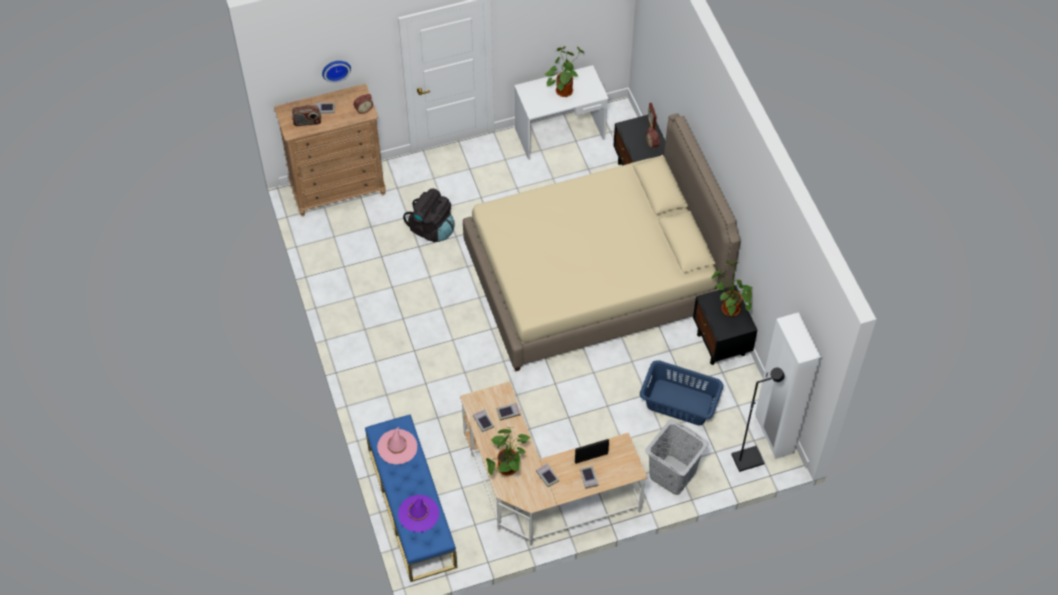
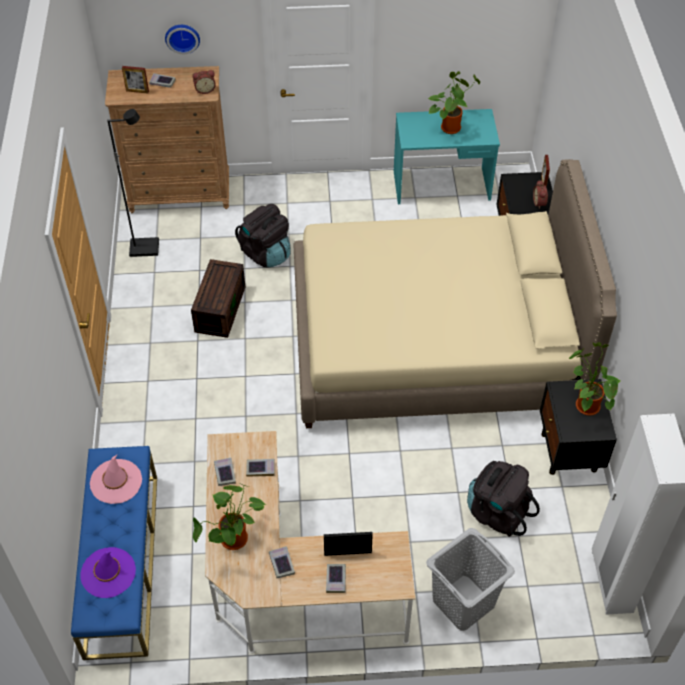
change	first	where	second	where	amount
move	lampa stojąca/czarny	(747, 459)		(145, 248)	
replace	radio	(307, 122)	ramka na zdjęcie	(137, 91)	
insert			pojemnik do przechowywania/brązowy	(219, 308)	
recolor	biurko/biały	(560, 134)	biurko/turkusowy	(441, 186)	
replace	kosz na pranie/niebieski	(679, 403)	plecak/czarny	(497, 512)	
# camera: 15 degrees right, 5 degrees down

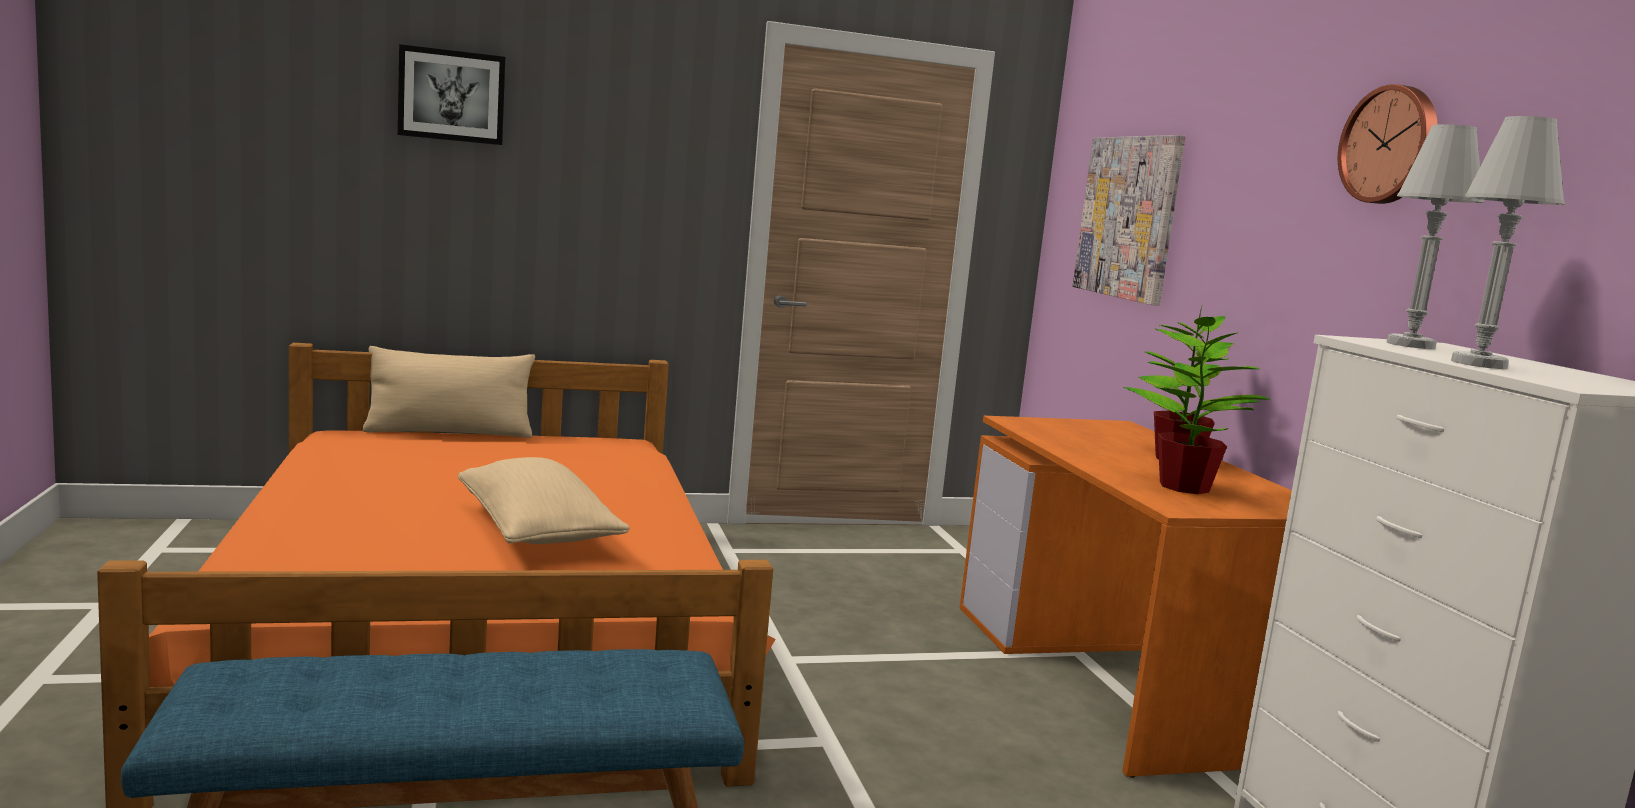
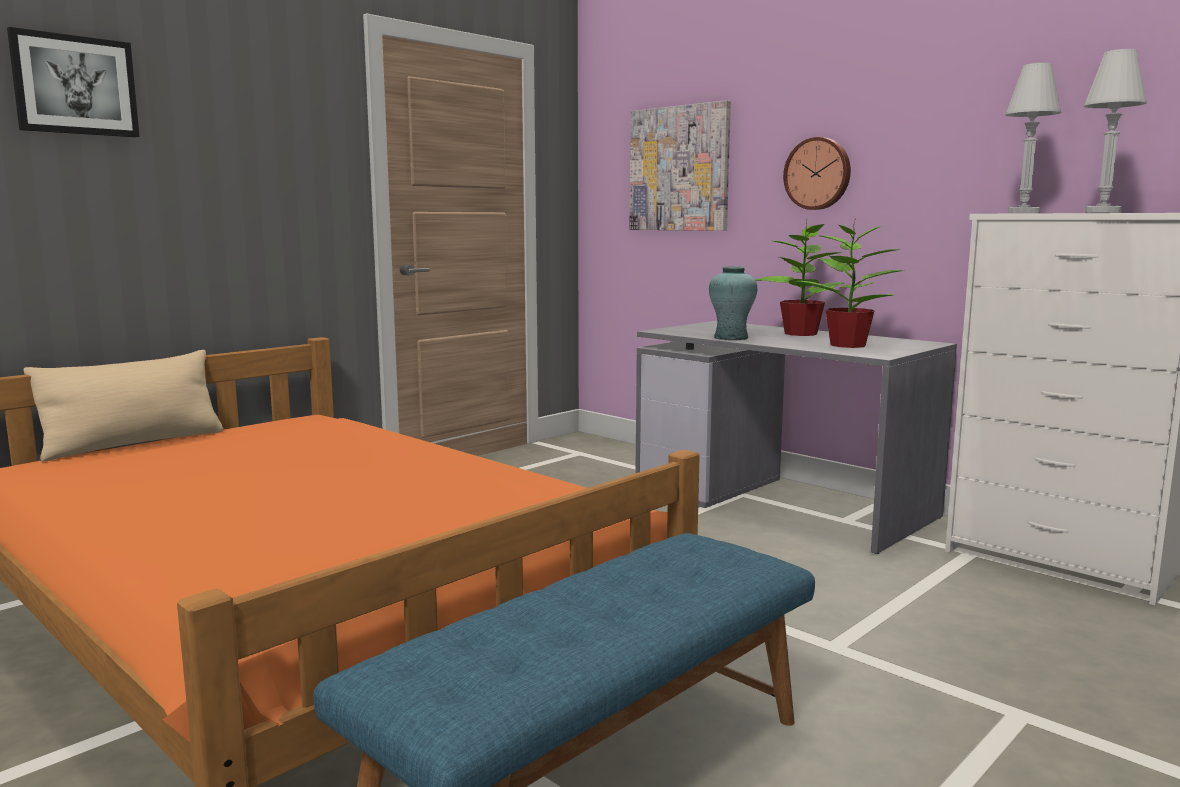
change	first	where	second	where	amount
recolor	biurko/pomarańczowy	(1116, 678)	biurko/szary	(784, 502)	
insert			wazon/turkusowy	(730, 338)	
move	zegar ścienny	(1391, 145)		(818, 174)	
delete	poduszka/beżowy	(537, 532)			
# camera: 30 degrees left, 0 degrees up

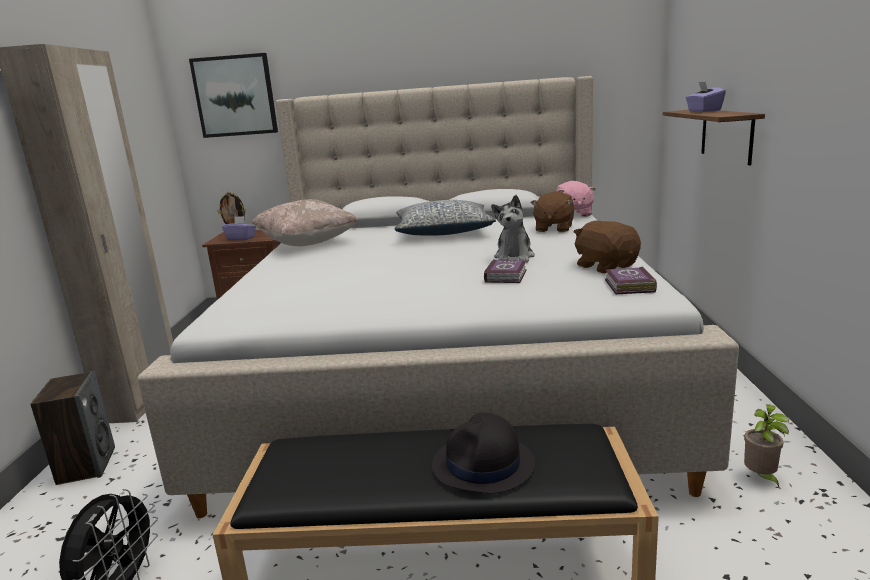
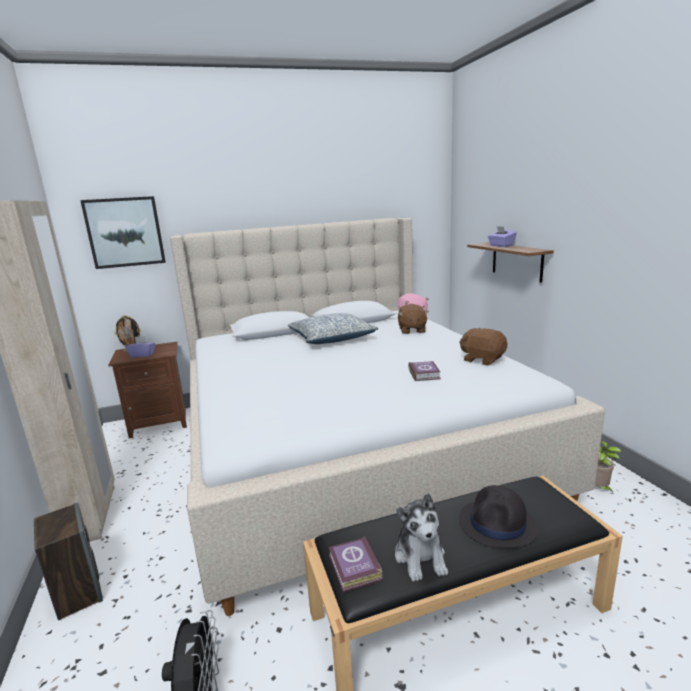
change	first	where	second	where	amount
move	książka	(628, 286)		(354, 569)	
move	pluszak	(514, 257)		(420, 557)	
delete	poduszka/beżowy	(307, 243)			
# camera: 20 degrees left, 0 degrees up

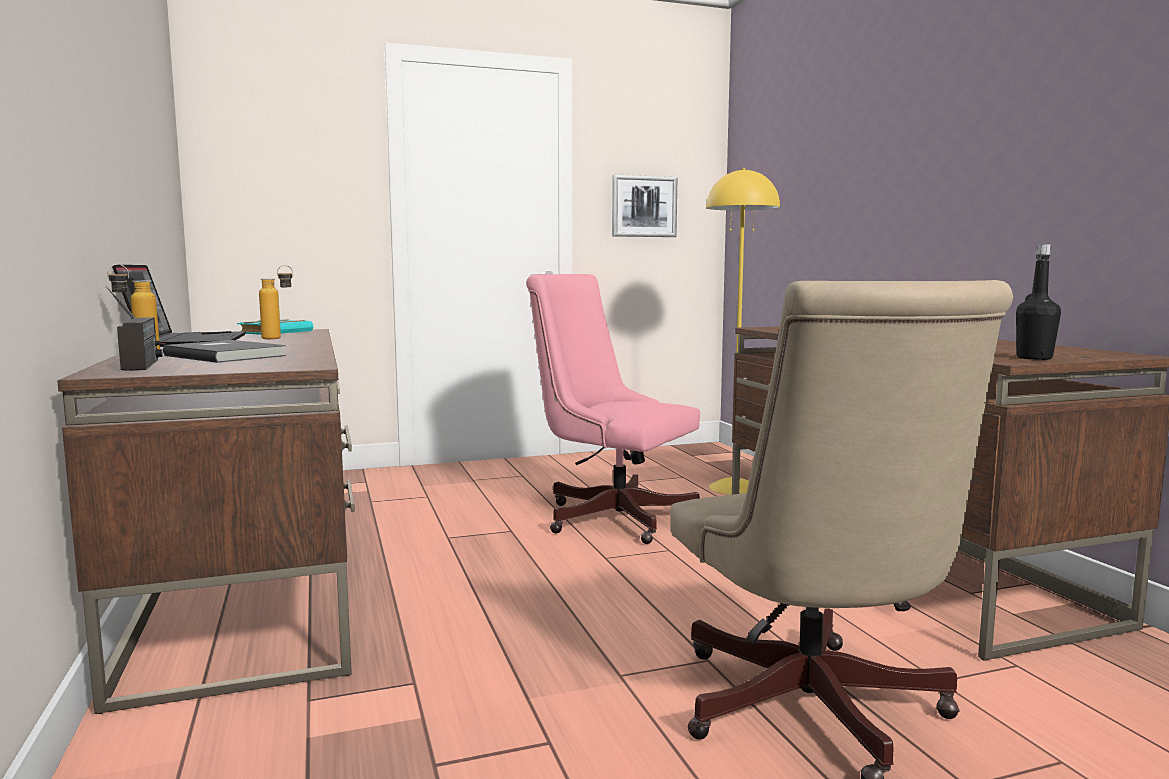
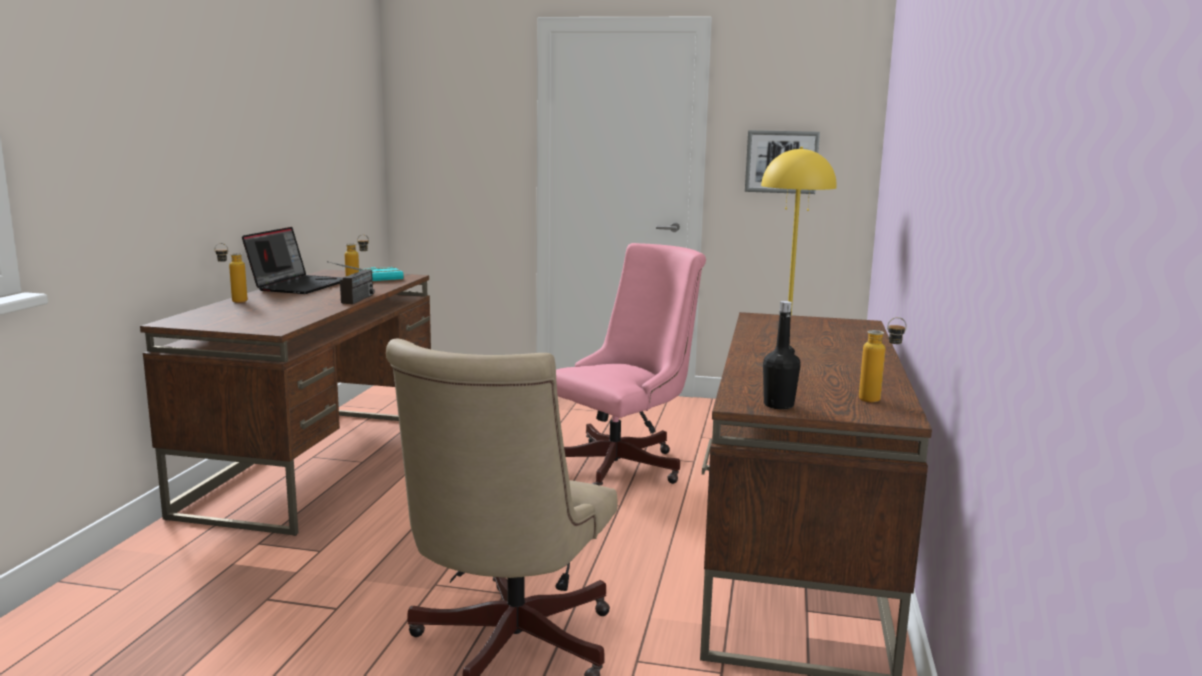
change	first	where	second	where	amount
move	radio	(140, 367)		(353, 301)	
rotate	krzesło biurowe/różowy	(610, 516)		(623, 465)	75 degrees clockwise
insert			butelka	(878, 400)	
delete	książka/szary	(226, 355)			
# camera: 30 degrees right, 5 degrees up

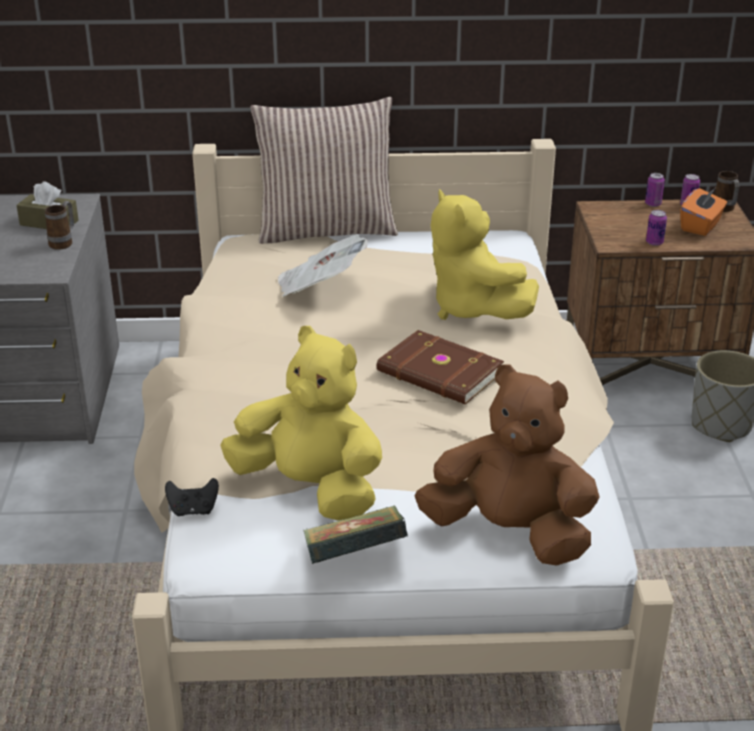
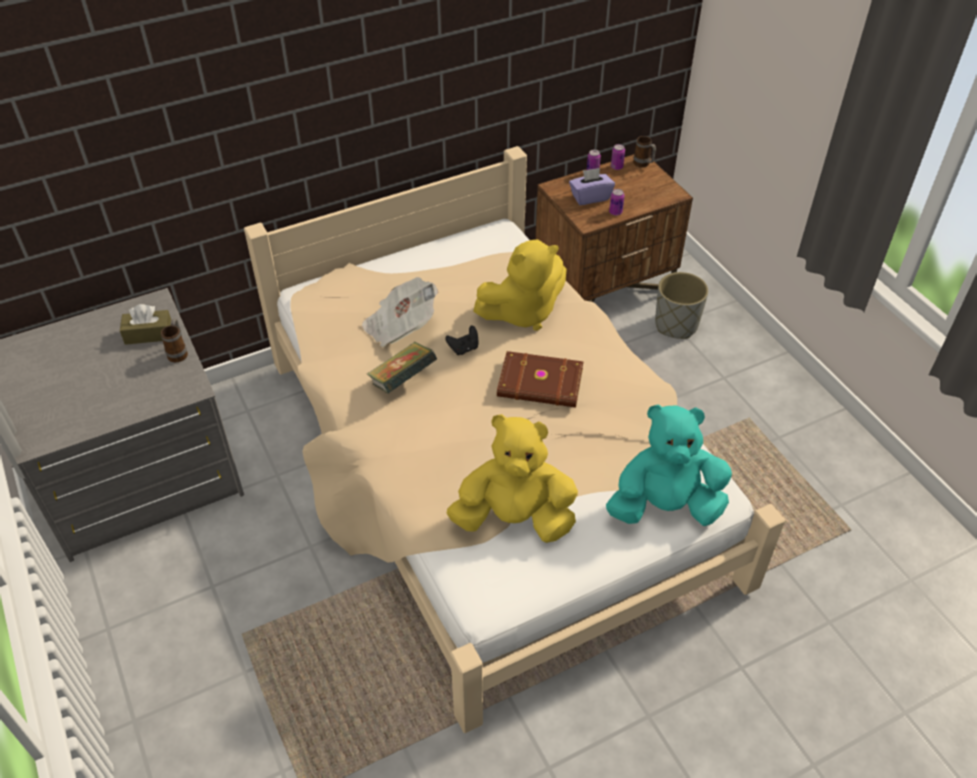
change	first	where	second	where	amount
move	książka	(354, 559)		(403, 381)	
move	pad do gier/czarny	(193, 510)		(464, 348)	
rotate	pluszak/żółty	(472, 308)		(522, 312)	60 degrees counterclockwise
insert			pudełko chusteczek/fioletowy	(590, 197)	
recolor	pluszak/brązowy	(509, 533)	pluszak/turkusowy	(665, 506)	
delete	poduszka	(326, 230)			
delete	pudełko chusteczek/pomarańczowy	(701, 226)			
# camera: 25 degrees left, 15 degrees up

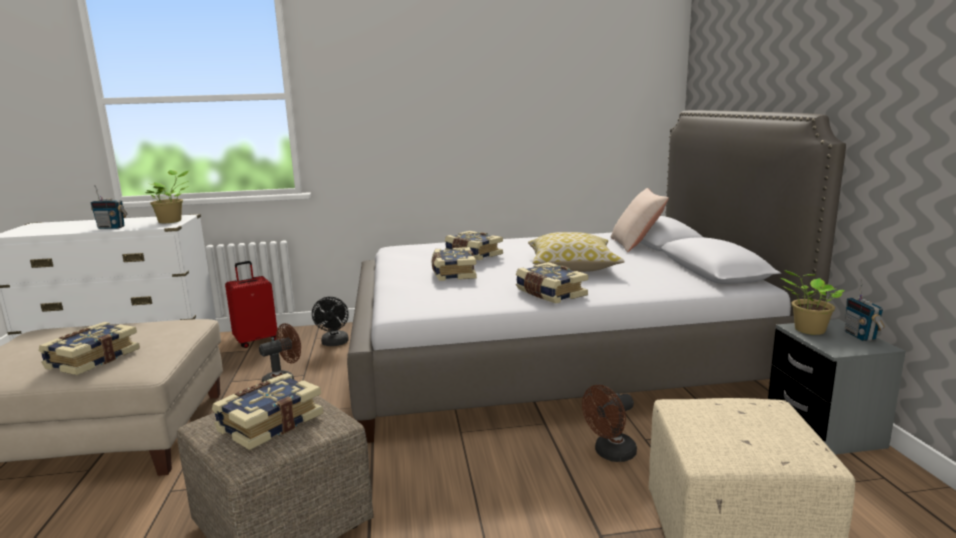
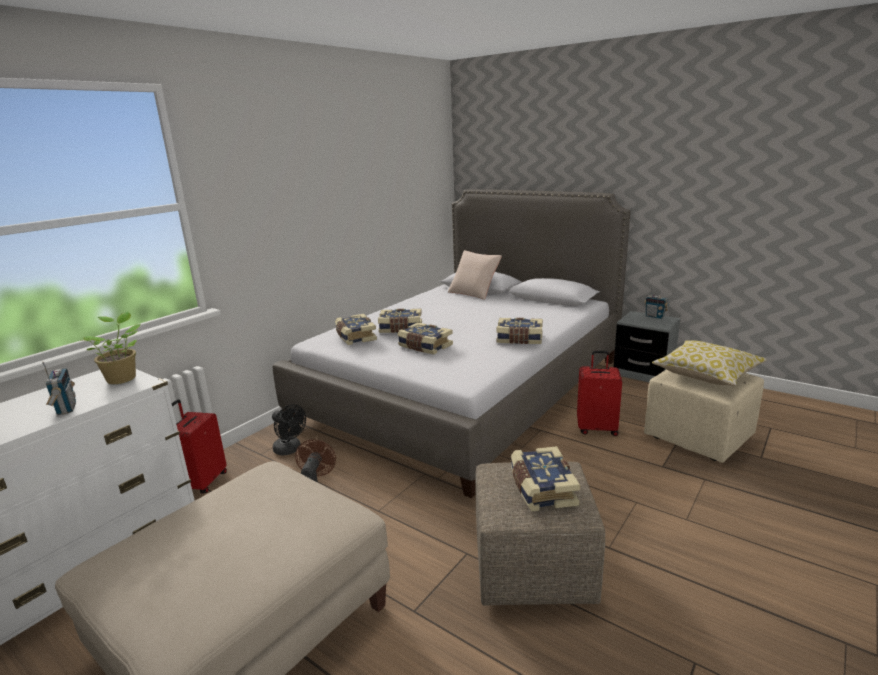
change	first	where	second	where	amount
rotate	radio	(111, 227)		(66, 408)	75 degrees counterclockwise
move	książka	(92, 359)		(355, 337)	
replace	wentylator/brązowy	(610, 454)	walizka/czerwony	(597, 428)	
move	poduszka	(572, 266)		(707, 374)	
delete	roślina doniczkowa	(807, 330)			
# camera: 45 degrees left, 5 degrees up

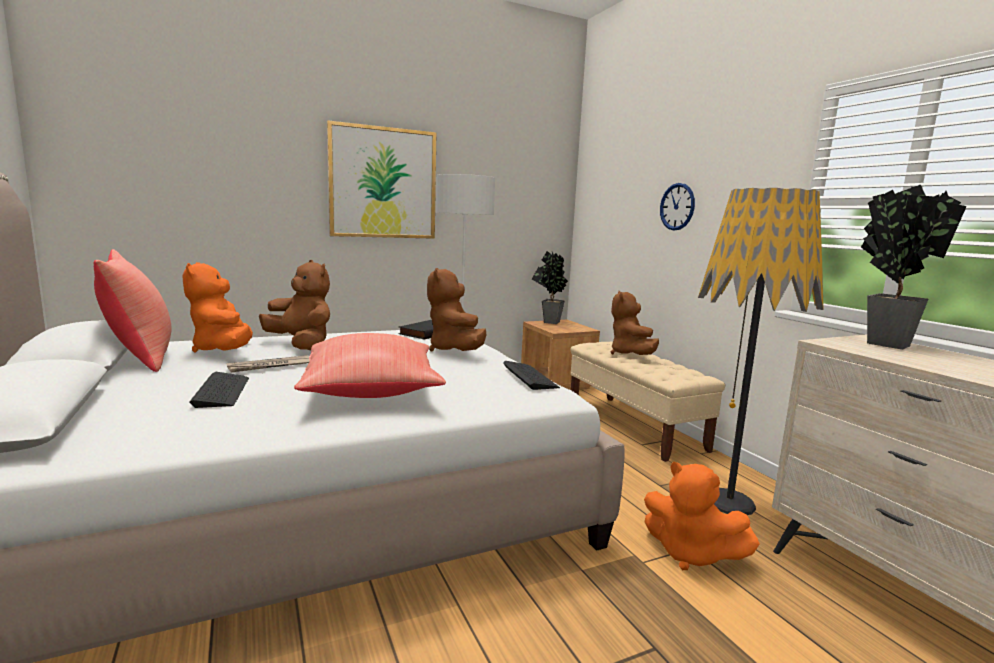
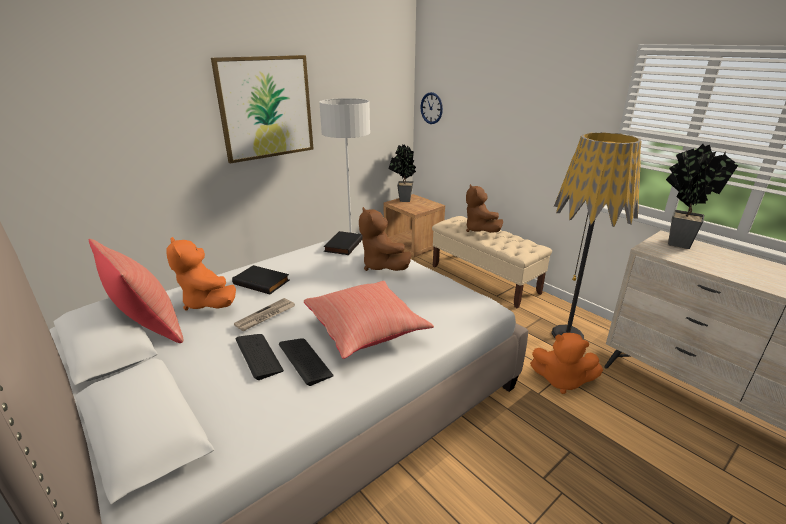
change	first	where	second	where	amount
replace	pluszak/brązowy	(301, 345)	książka/czarny	(262, 282)	
move	klawiatura	(530, 377)		(305, 361)	
move	zegar ścienny	(677, 206)		(431, 108)	
# camera: 15 degrees left, 15 degrees up

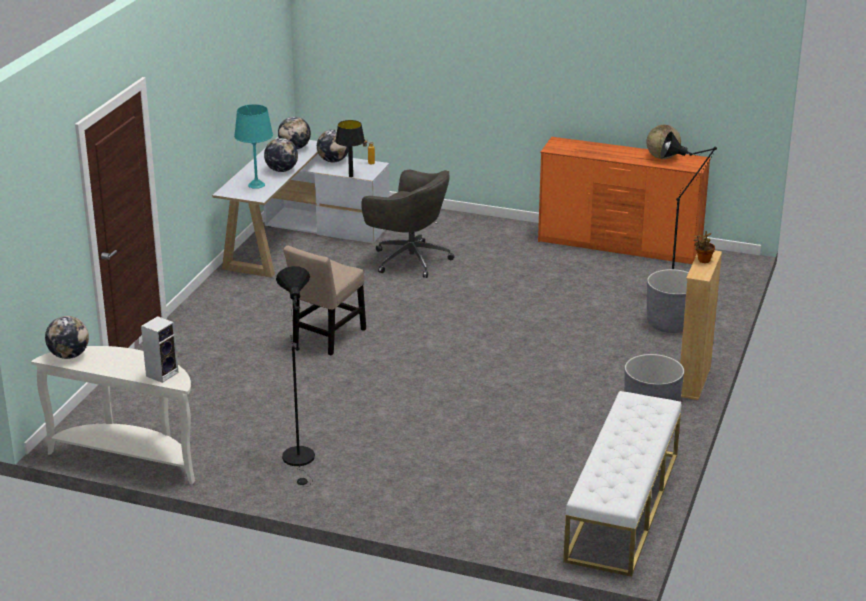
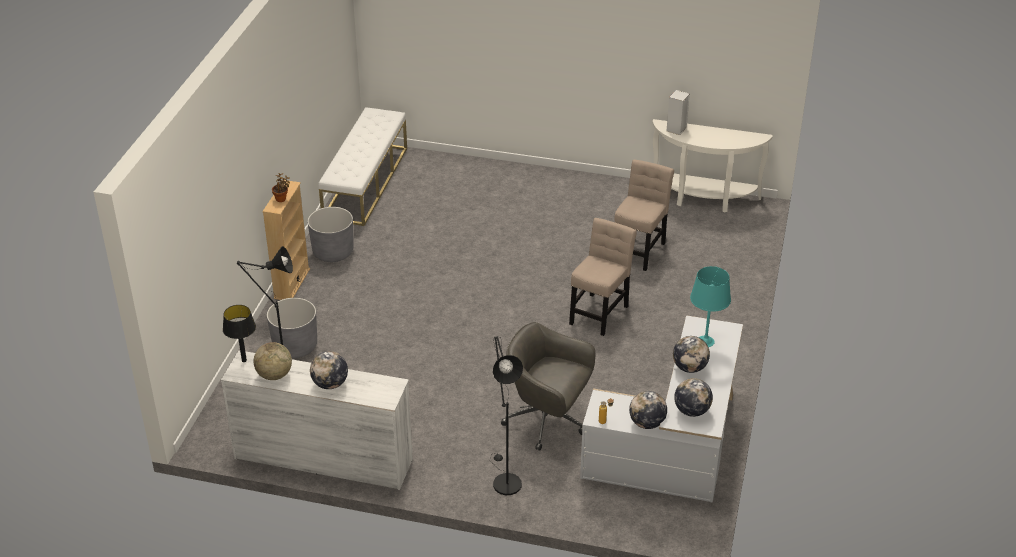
change	first	where	second	where	amount
recolor	komoda/pomarańczowy	(619, 246)	komoda/biały	(323, 458)	
move	lampa stołowa/czarny	(351, 176)		(244, 360)	
move	globus	(69, 355)		(330, 384)	
move	lampa stojąca/czarny	(300, 460)		(504, 480)	
insert			krzesło/beżowy	(639, 250)	
# camera: 175 degrees right, 10 degrees up

